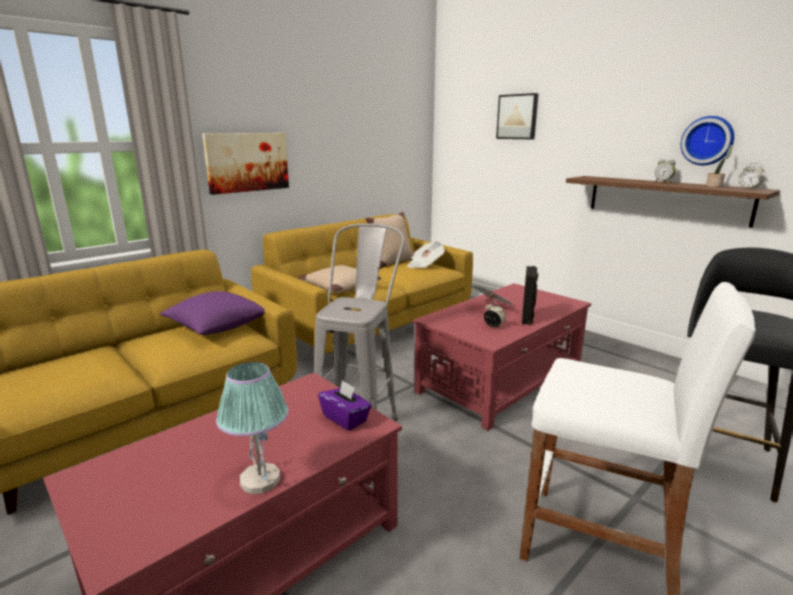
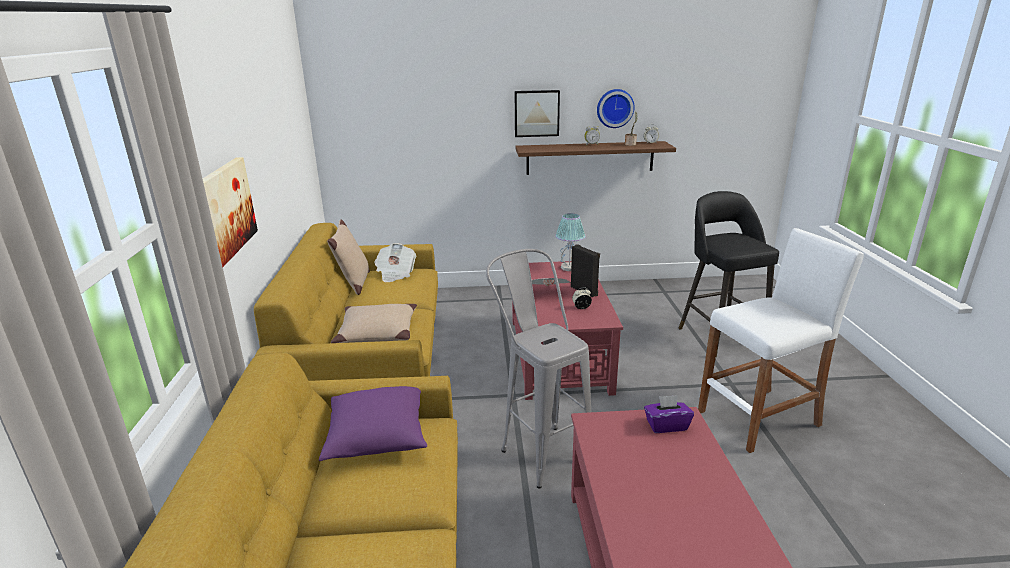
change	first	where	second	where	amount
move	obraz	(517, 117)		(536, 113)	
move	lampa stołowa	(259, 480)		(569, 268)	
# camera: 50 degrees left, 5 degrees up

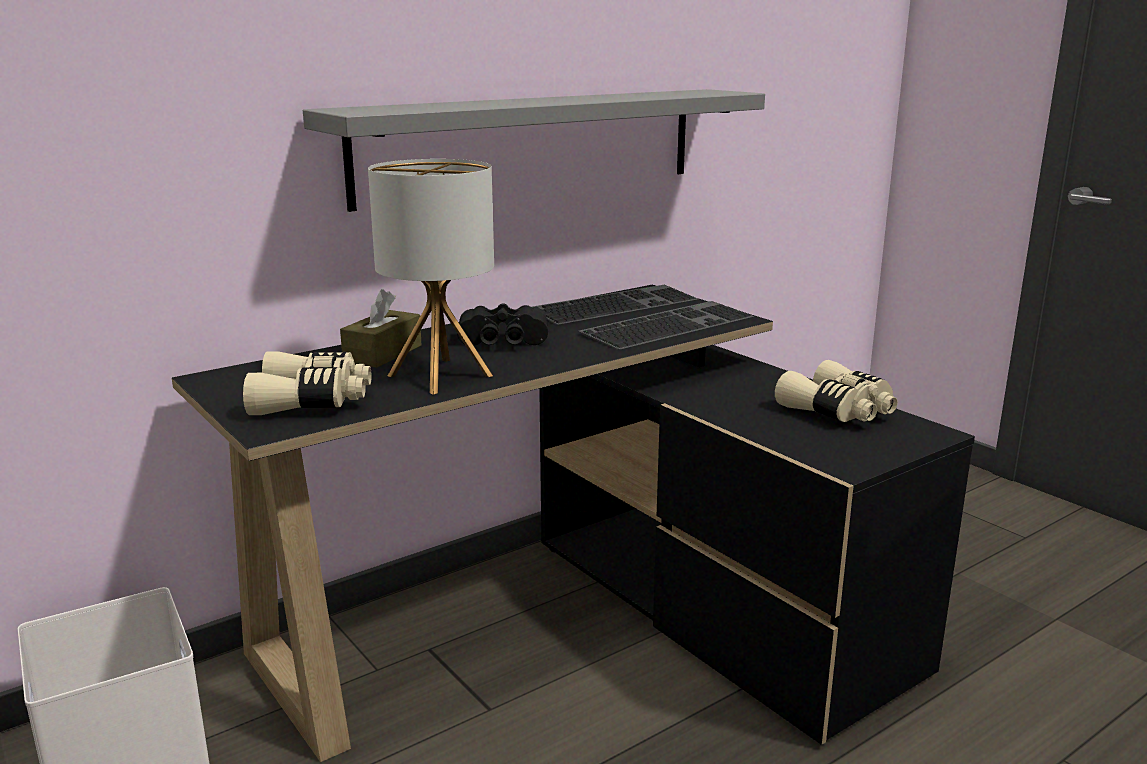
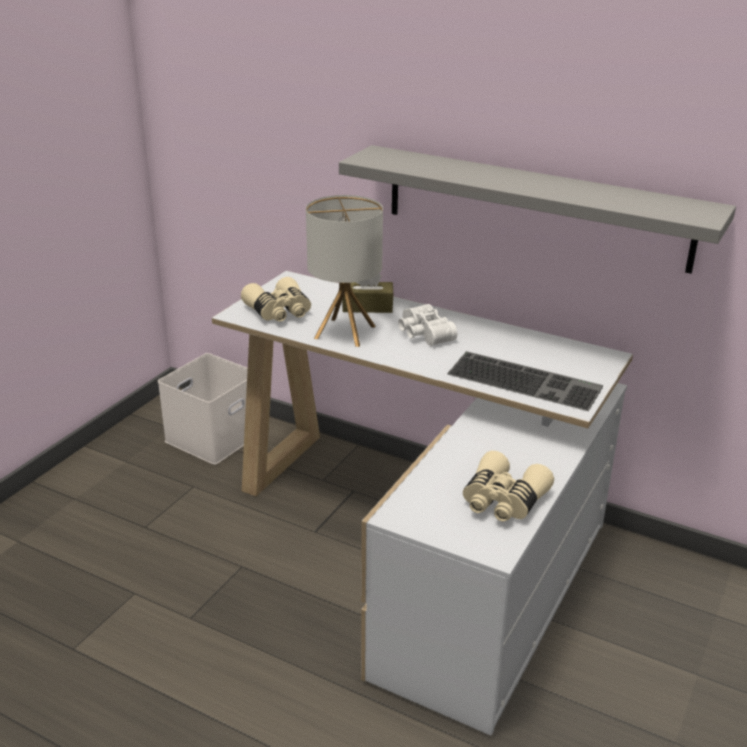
change	first	where	second	where	amount
recolor	biurko/czarny	(583, 623)	biurko/biały	(424, 541)	
recolor	lornetka/czarny	(503, 342)	lornetka/biały	(423, 334)	
delete	klawiatura	(614, 304)			
# camera: 65 degrees right, 10 degrees up

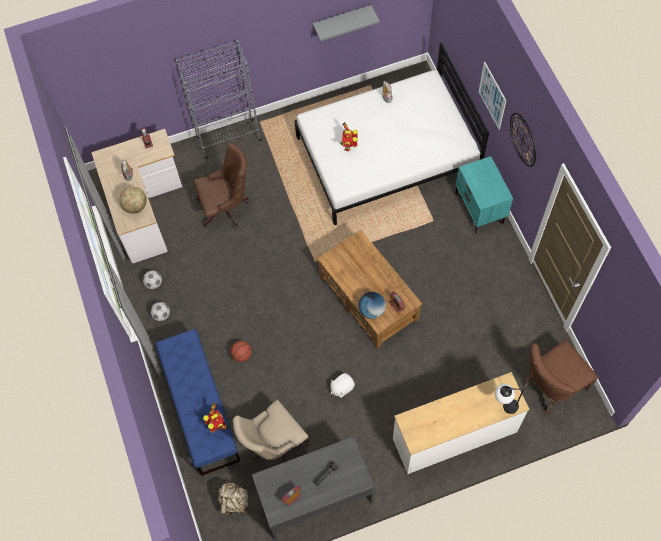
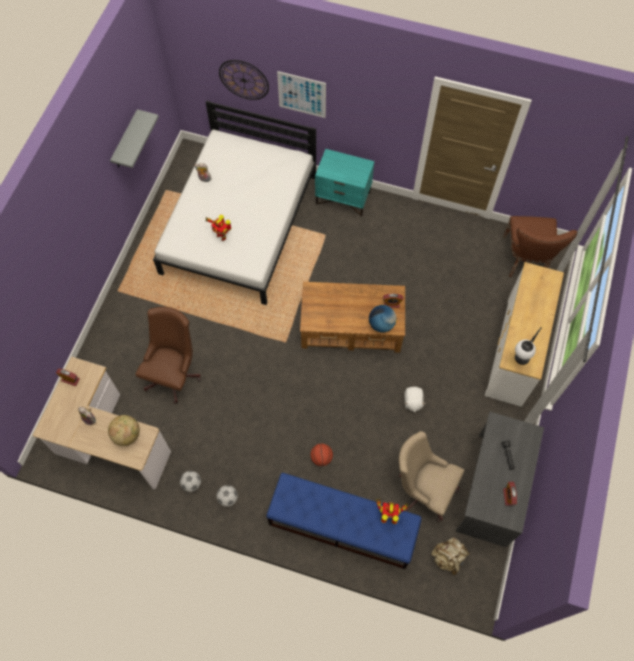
change	first	where	second	where	amount
move	zegar ścienny	(523, 139)		(244, 80)	
rotate	krzesło biurowe/beżowy	(274, 445)		(422, 489)	120 degrees clockwise
move	lampa stołowa	(504, 406)		(518, 362)	
delete	regał/szary	(228, 138)			
# camera: 55 degrees left, 0 degrees up

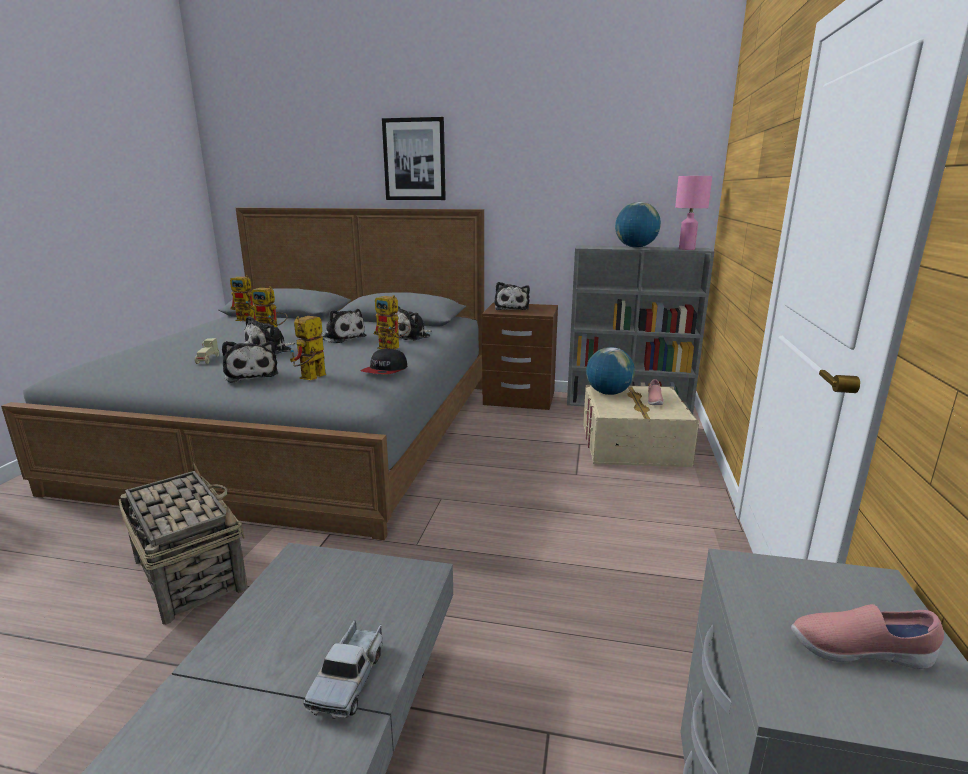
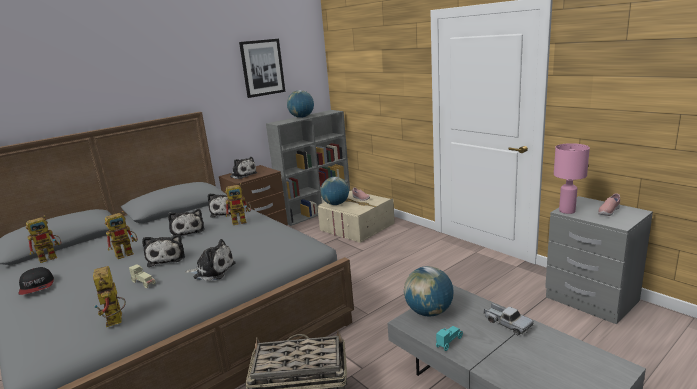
change	first	where	second	where	amount
move	czapka z daszkiem	(385, 371)		(37, 286)	
move	robot zabawkowy	(311, 378)		(116, 322)	
rotate	pluszak	(342, 338)		(187, 231)	75 degrees clockwise
move	obraz	(414, 159)		(262, 67)	
insert			globus	(429, 312)	
insert			samochodzik/turkusowy	(449, 342)	
move	lampa stołowa/różowy	(687, 249)		(567, 211)	
# camera: 50 degrees left, 0 degrees up

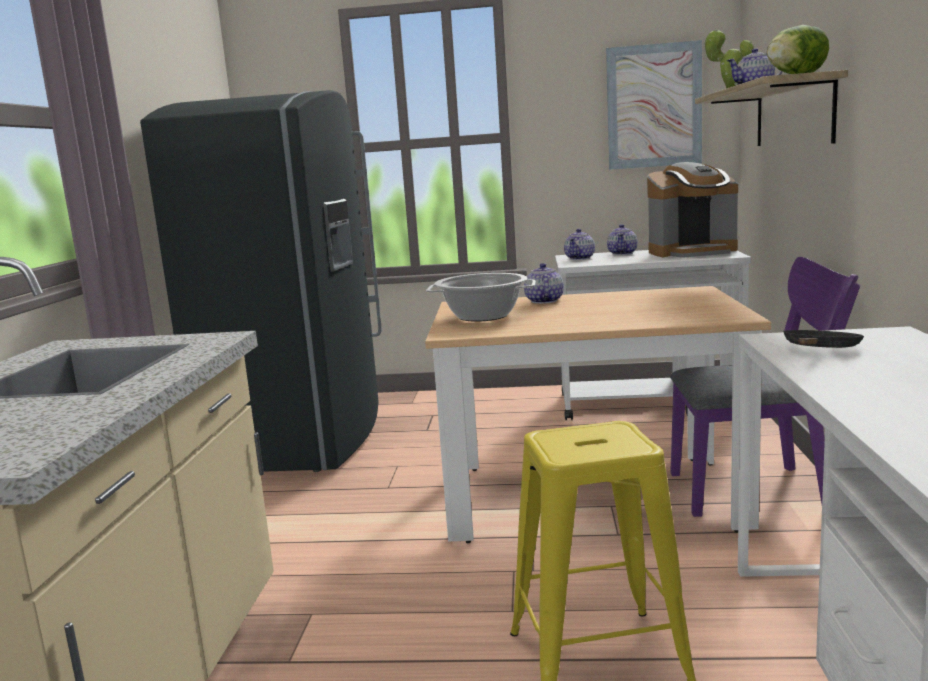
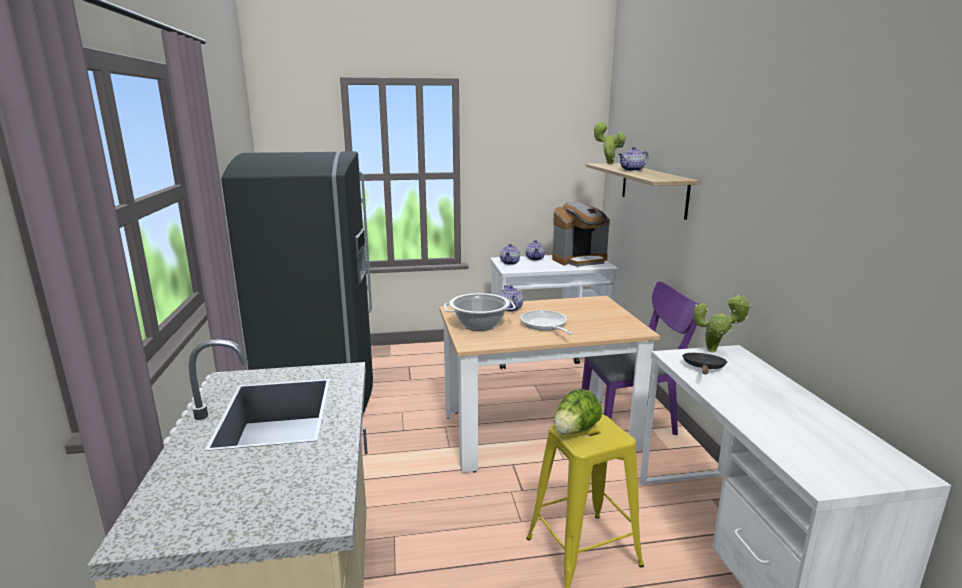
change	first	where	second	where	amount
insert			patelnia	(545, 325)	
move	sałata	(794, 74)		(575, 431)	
insert			roślina doniczkowa	(715, 351)	
delete	obraz	(654, 106)			
# camera: 15 degrees left, 5 degrees up

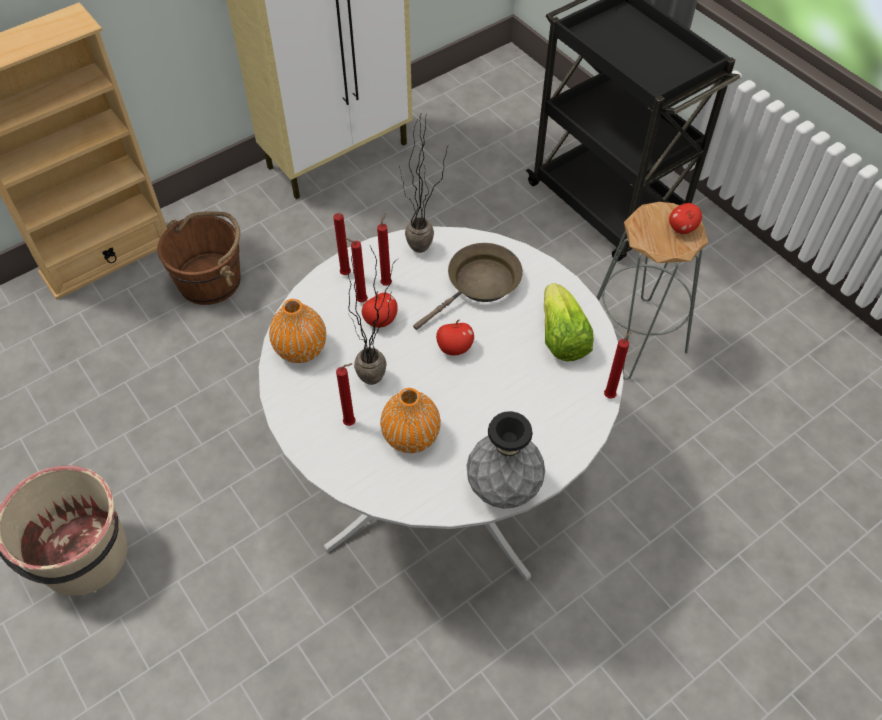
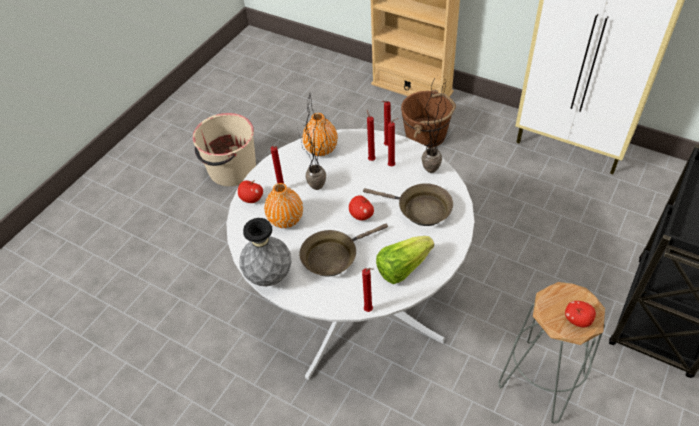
change	first	where	second	where	amount
move	jabłko	(380, 320)		(251, 199)	
insert			patelnia/brązowy	(333, 256)	
# camera: 70 degrees right, 5 degrees down

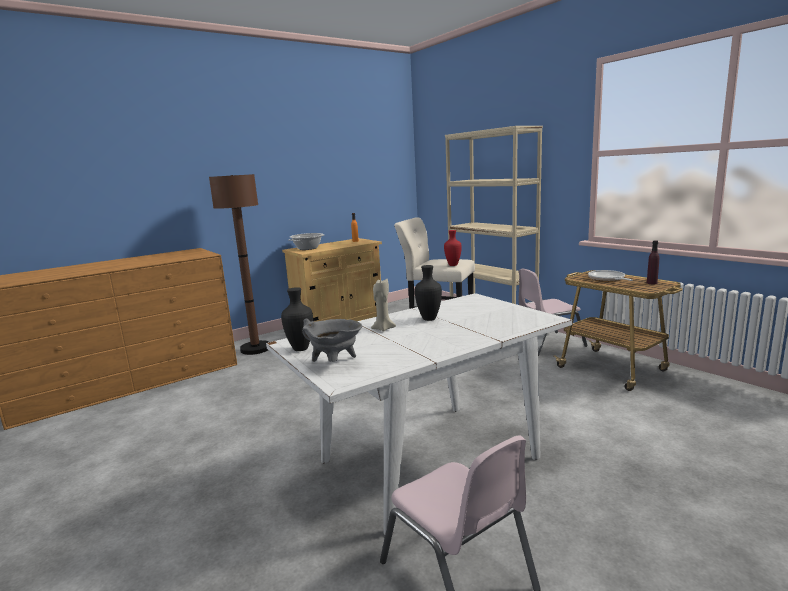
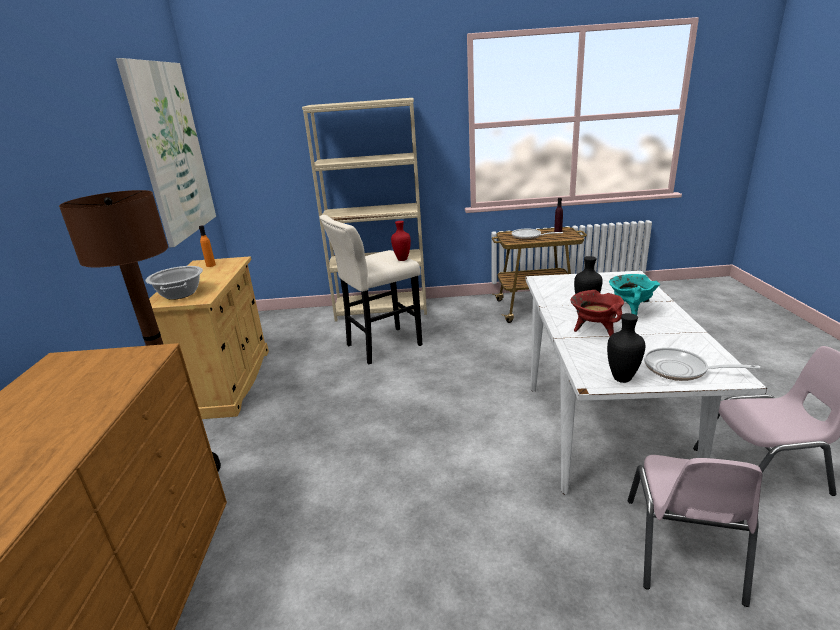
change	first	where	second	where	amount
insert			obraz	(172, 151)	
replace	świeca/beżowy	(383, 329)	garnek/czerwony	(594, 331)	
insert			garnek/turkusowy	(630, 311)	
move	krzesło/różowy	(547, 343)		(682, 548)	
replace	garnek/szary	(335, 363)	patelnia	(681, 370)	
# camera: 55 degrees left, 10 degrees up

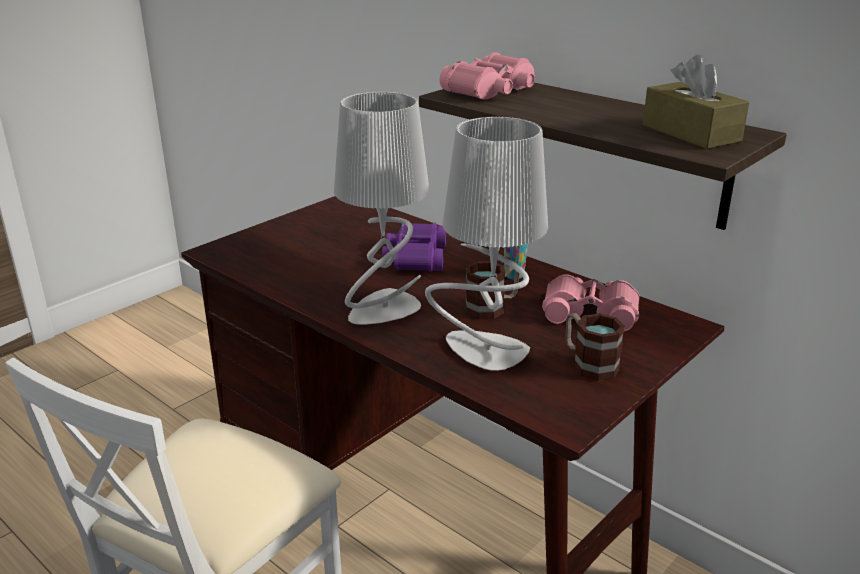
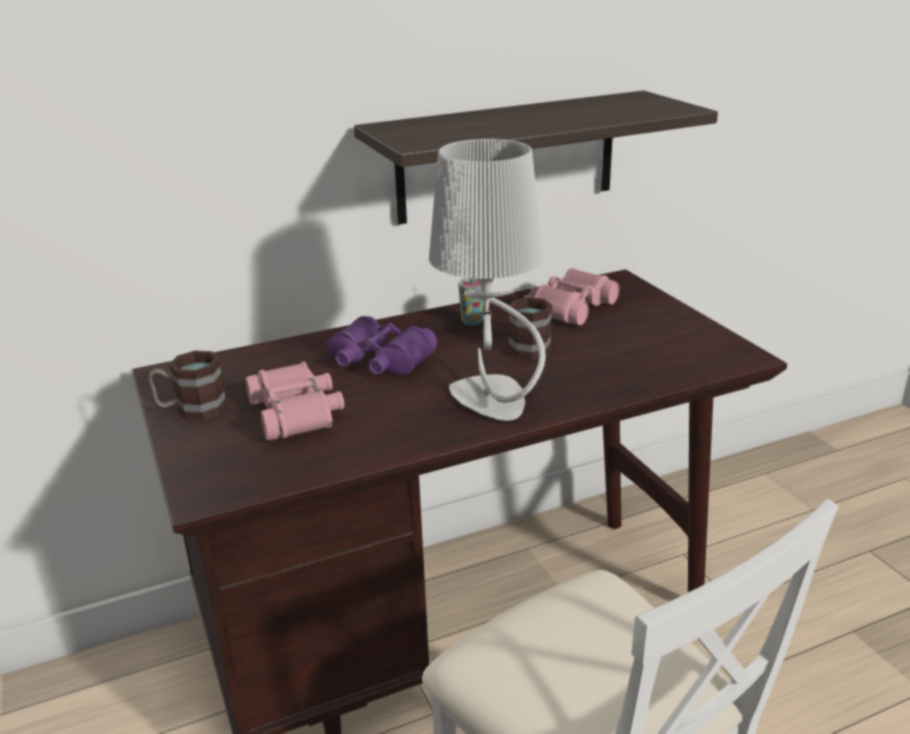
change	first	where	second	where	amount
move	kubek	(588, 364)		(191, 410)	
move	lornetka/różowy	(491, 91)		(297, 413)	
delete	lampa stołowa/szary	(484, 352)			
delete	pudełko chusteczek/brązowy	(690, 133)			
# camera: 65 degrees left, 0 degrees up

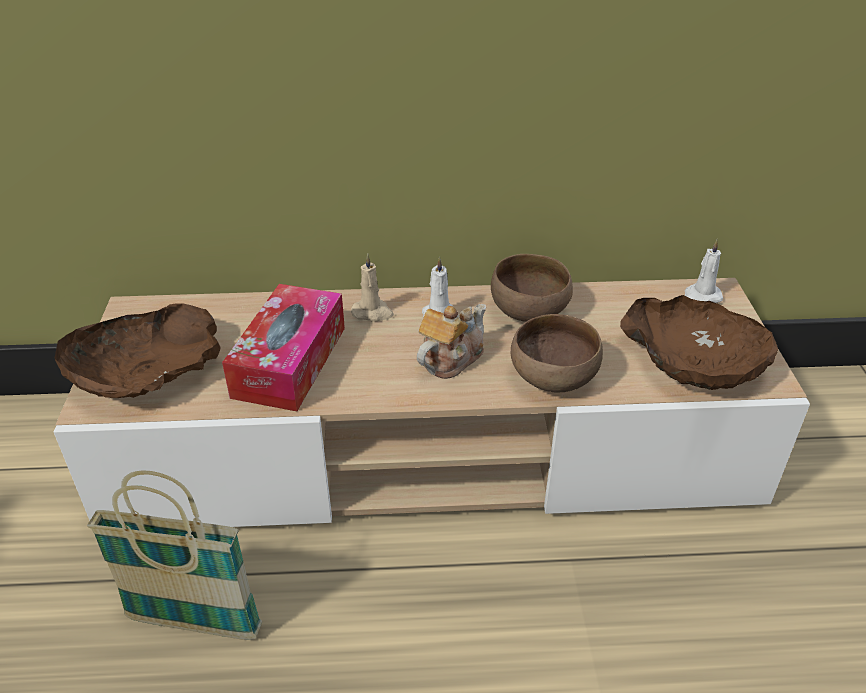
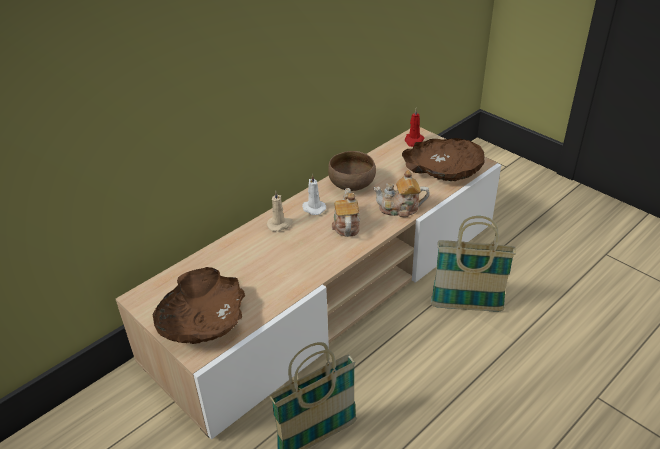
change	first	where	second	where	amount
replace	miska/brązowy	(552, 379)	imbryk	(400, 209)	
recolor	świeca/biały	(701, 297)	świeca/czerwony	(413, 141)	
insert			koszyk	(466, 306)	
delete	pudełko chusteczek	(290, 361)			
# camera: 40 degrees left, 0 degrees up

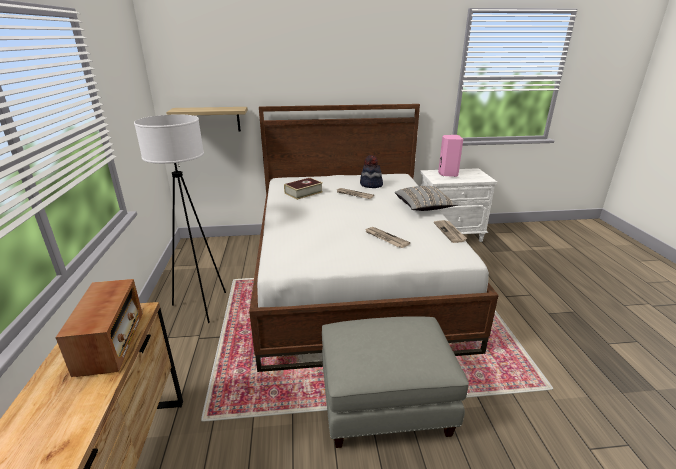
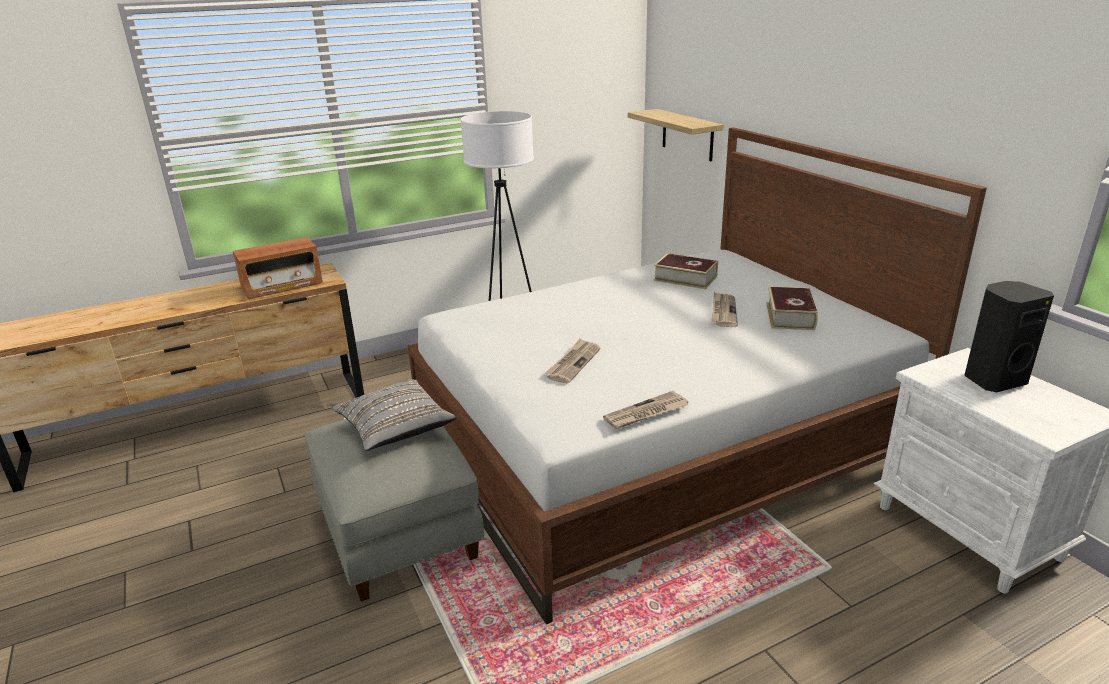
change	first	where	second	where	amount
move	poduszka/szary	(423, 207)		(395, 429)	
replace	kapelusz	(371, 185)	książka	(790, 316)	
recolor	głośnik/różowy	(447, 174)	głośnik/czarny	(992, 380)	
# camera: 70 degrees right, 0 degrees up

